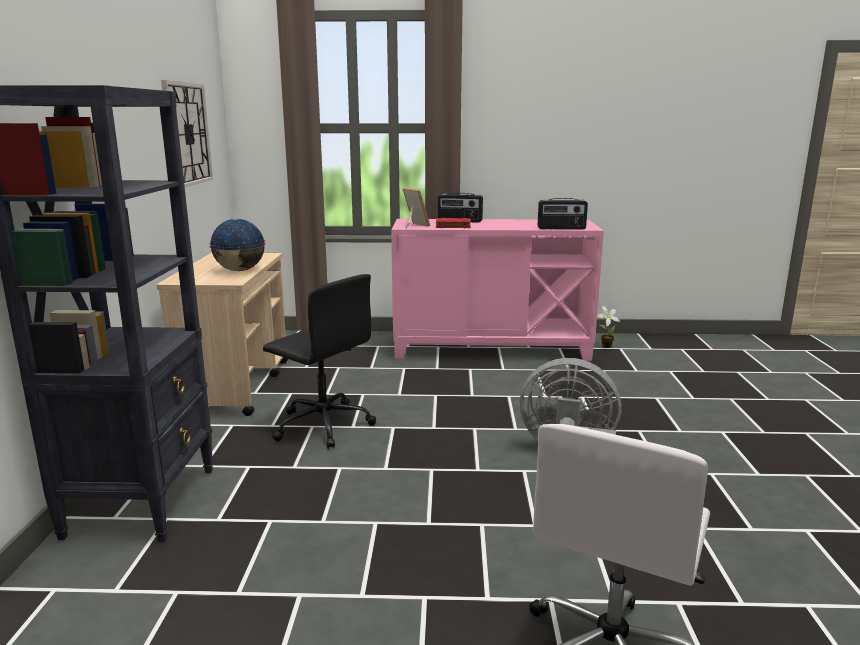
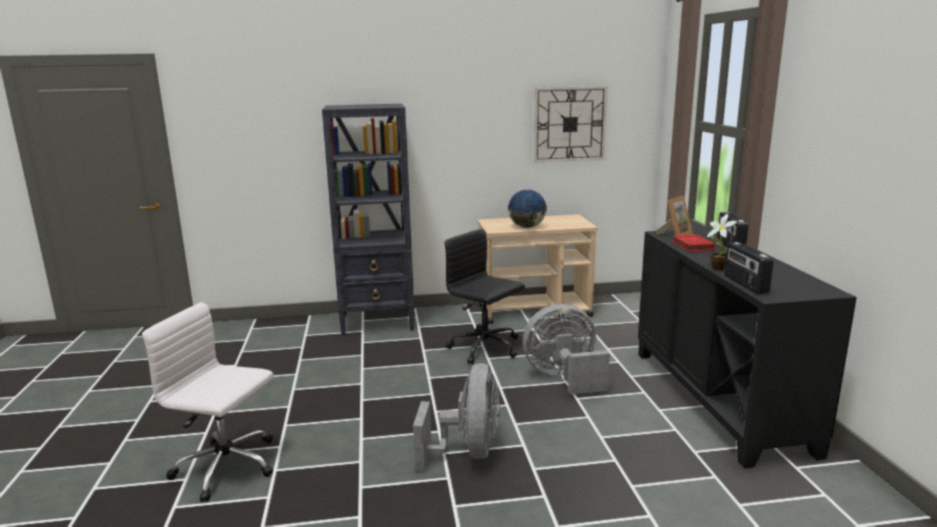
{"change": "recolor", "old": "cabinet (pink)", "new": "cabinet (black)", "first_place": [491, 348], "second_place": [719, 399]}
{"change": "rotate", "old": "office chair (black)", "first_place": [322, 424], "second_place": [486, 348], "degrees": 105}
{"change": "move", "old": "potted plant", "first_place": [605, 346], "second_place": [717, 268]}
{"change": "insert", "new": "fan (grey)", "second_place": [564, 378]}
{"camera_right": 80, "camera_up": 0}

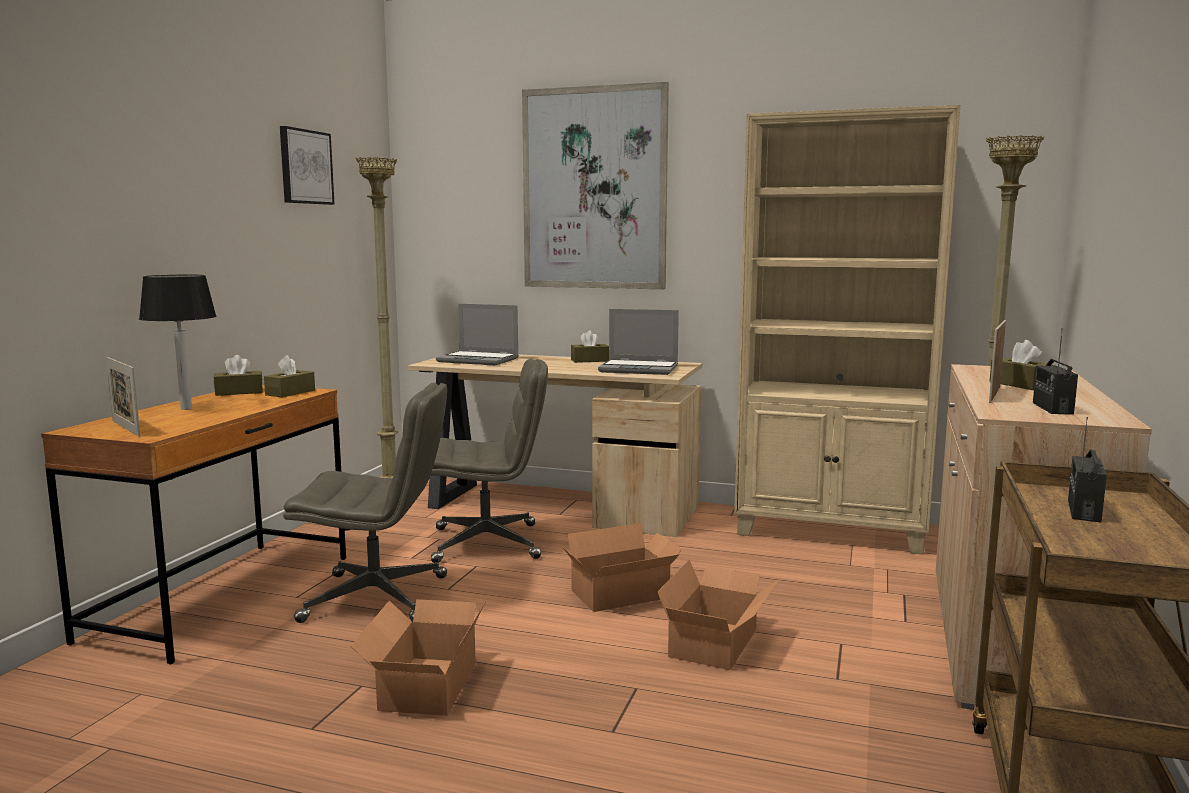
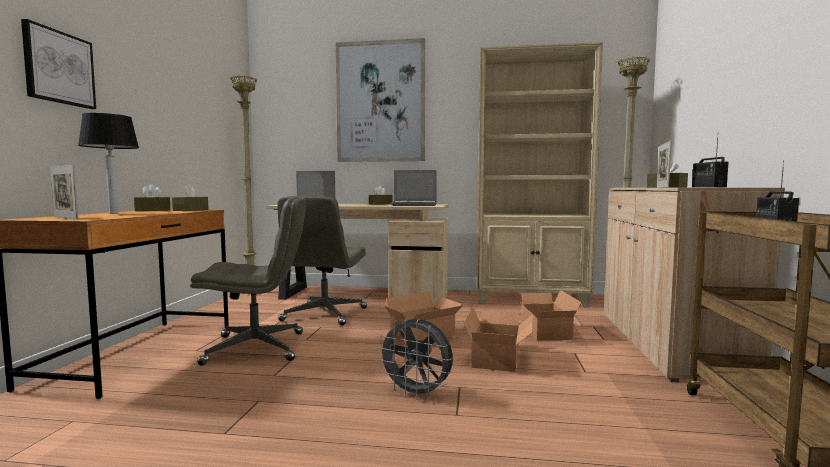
{"change": "move", "old": "picture", "first_place": [305, 167], "second_place": [59, 68]}
{"change": "rotate", "old": "office chair (grey)", "first_place": [488, 543], "second_place": [324, 314], "degrees": 120}
{"change": "move", "old": "cardboard box", "first_place": [423, 687], "second_place": [543, 332]}
{"change": "insert", "new": "fan (grey)", "second_place": [417, 394]}
{"camera_right": -10, "camera_up": -5}

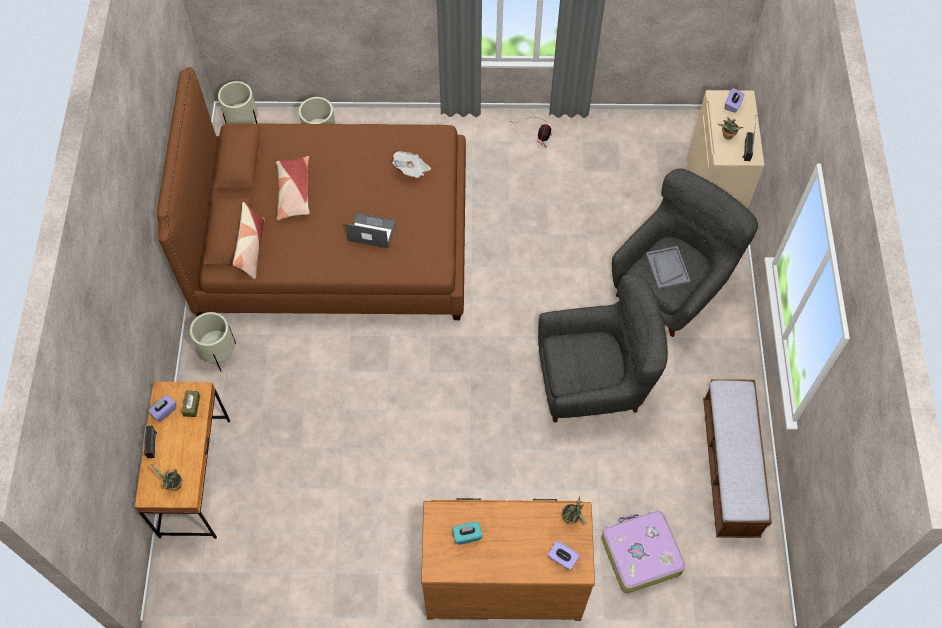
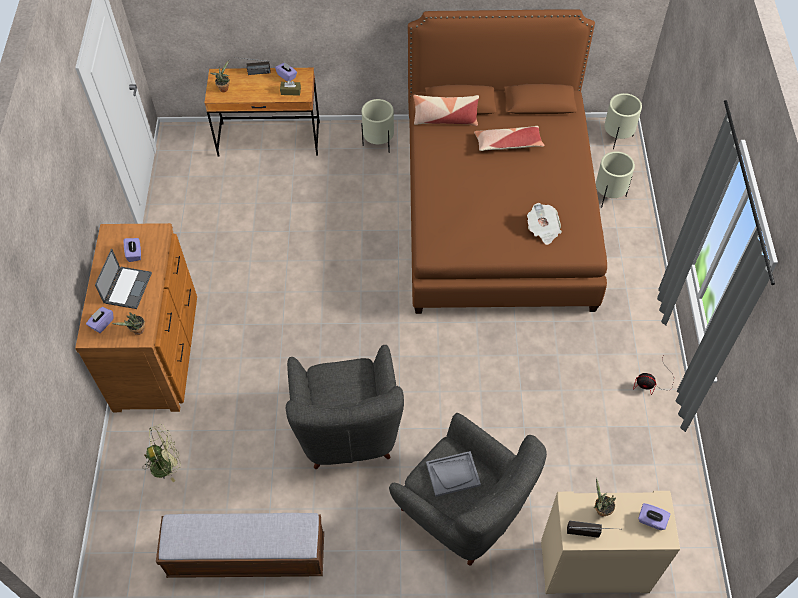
{"change": "move", "old": "laptop", "first_place": [371, 231], "second_place": [127, 287]}
{"change": "replace", "old": "suitcase", "new": "fan (green)", "first_place": [640, 554], "second_place": [166, 464]}
{"change": "recolor", "old": "tissue box (turquoise)", "new": "tissue box (purple)", "first_place": [467, 535], "second_place": [134, 254]}
{"camera_right": 90, "camera_up": -5}

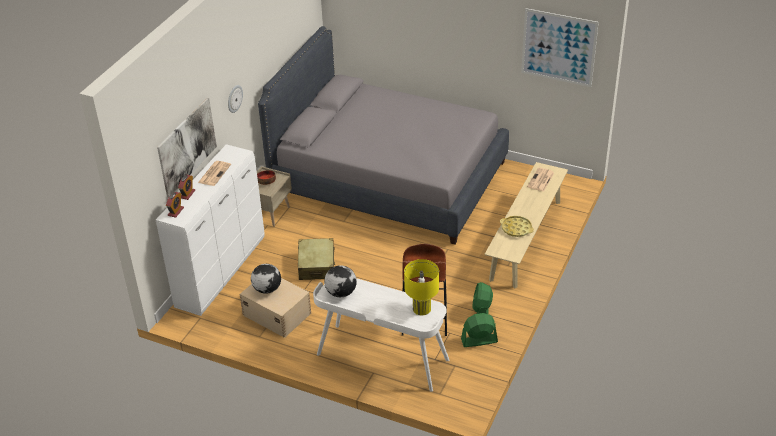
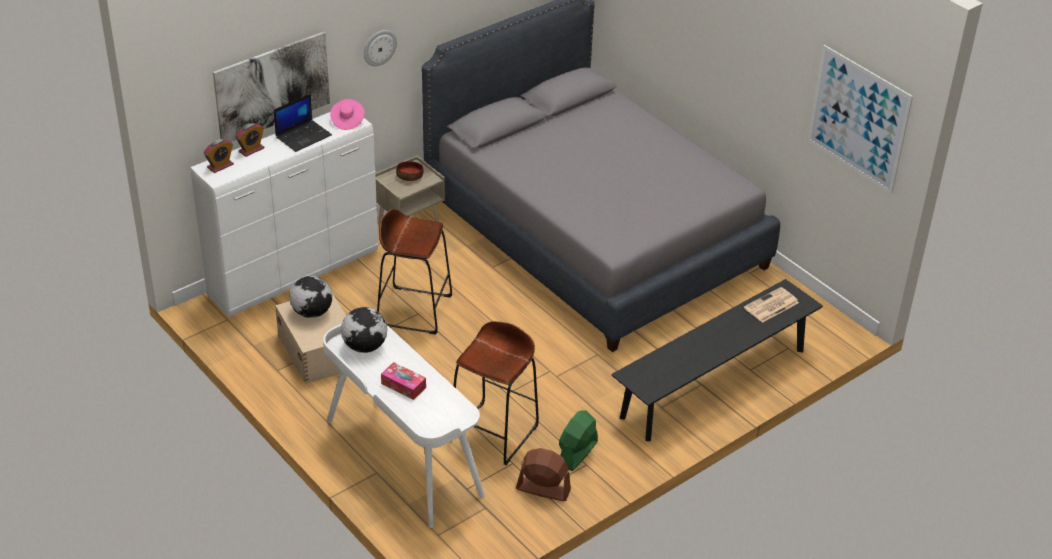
{"change": "replace", "old": "newspaper", "new": "laptop", "first_place": [214, 173], "second_place": [303, 136]}
{"change": "recolor", "old": "bench (beige)", "new": "bench (black)", "first_place": [526, 240], "second_place": [713, 383]}
{"change": "delete", "old": "tray (yellow)", "first_place": [516, 229]}
{"change": "replace", "old": "suitcase (beige)", "new": "stool (brown)", "first_place": [316, 265], "second_place": [414, 310]}
{"change": "delete", "old": "table lamp (yellow)", "first_place": [421, 309]}
{"change": "recolor", "old": "fan (green)", "new": "fan (brown)", "first_place": [479, 340], "second_place": [543, 489]}
{"change": "insert", "new": "hat (pink)", "second_place": [347, 121]}
{"change": "insert", "new": "tissue box", "second_place": [403, 385]}
{"camera_right": 25, "camera_up": 0}

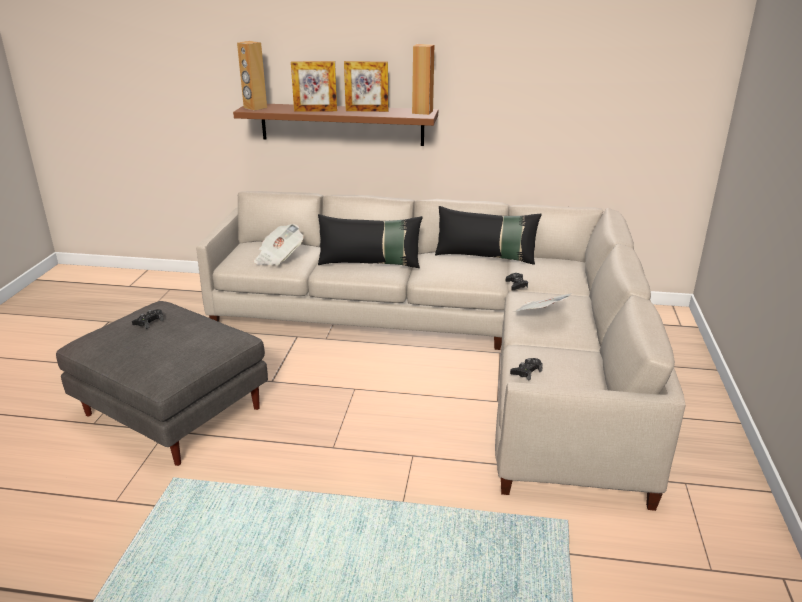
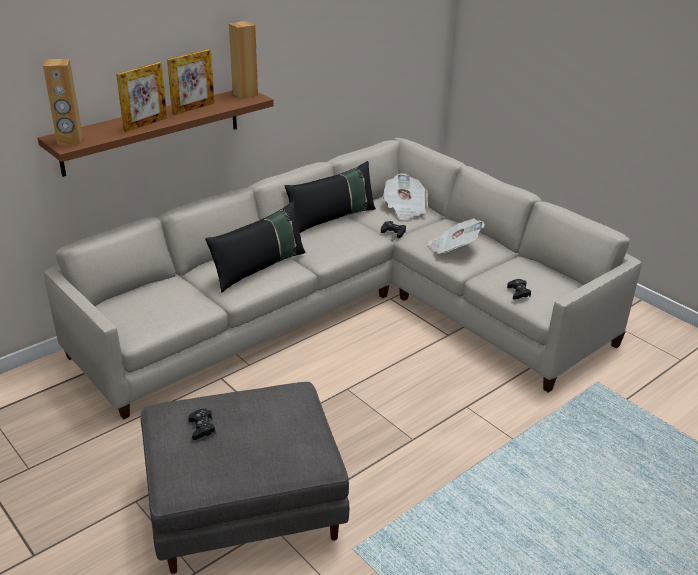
{"change": "move", "old": "newspaper", "first_place": [278, 258], "second_place": [405, 209]}
{"camera_right": -50, "camera_up": 5}

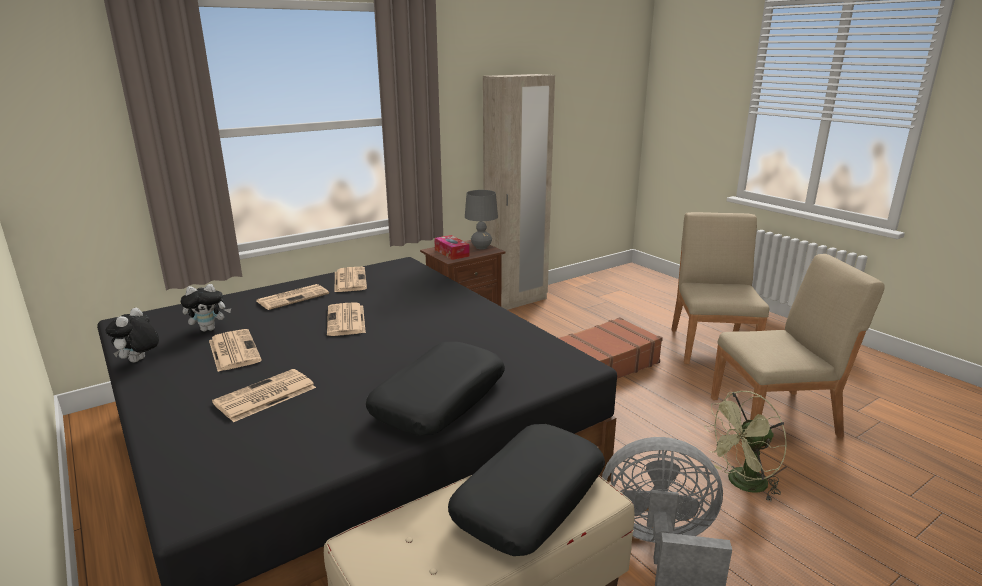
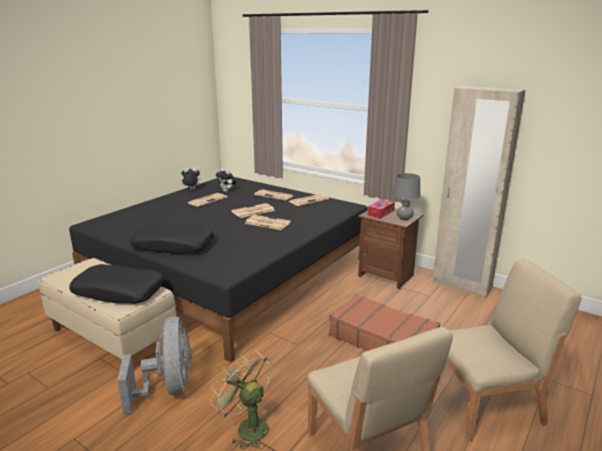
{"change": "move", "old": "newspaper", "first_place": [264, 396], "second_place": [266, 223]}
{"camera_right": 70, "camera_up": 0}

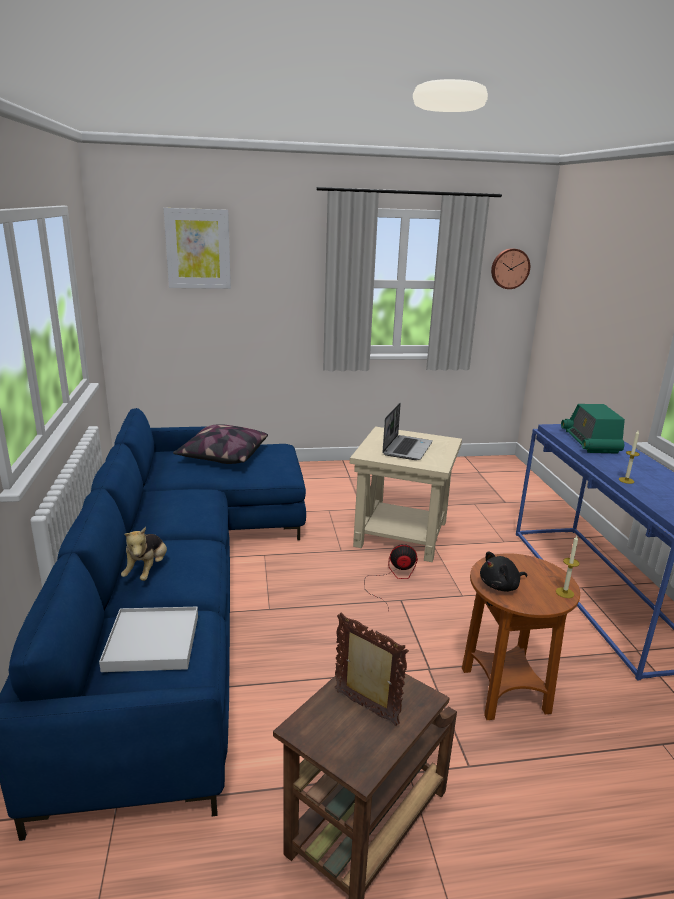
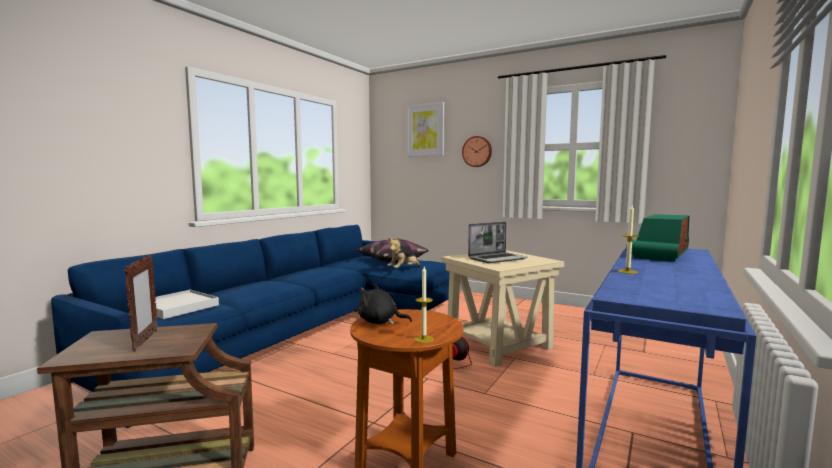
{"change": "move", "old": "wall clock", "first_place": [509, 268], "second_place": [477, 151]}
{"change": "move", "old": "plush toy", "first_place": [147, 570], "second_place": [403, 270]}
{"camera_right": 40, "camera_up": -15}

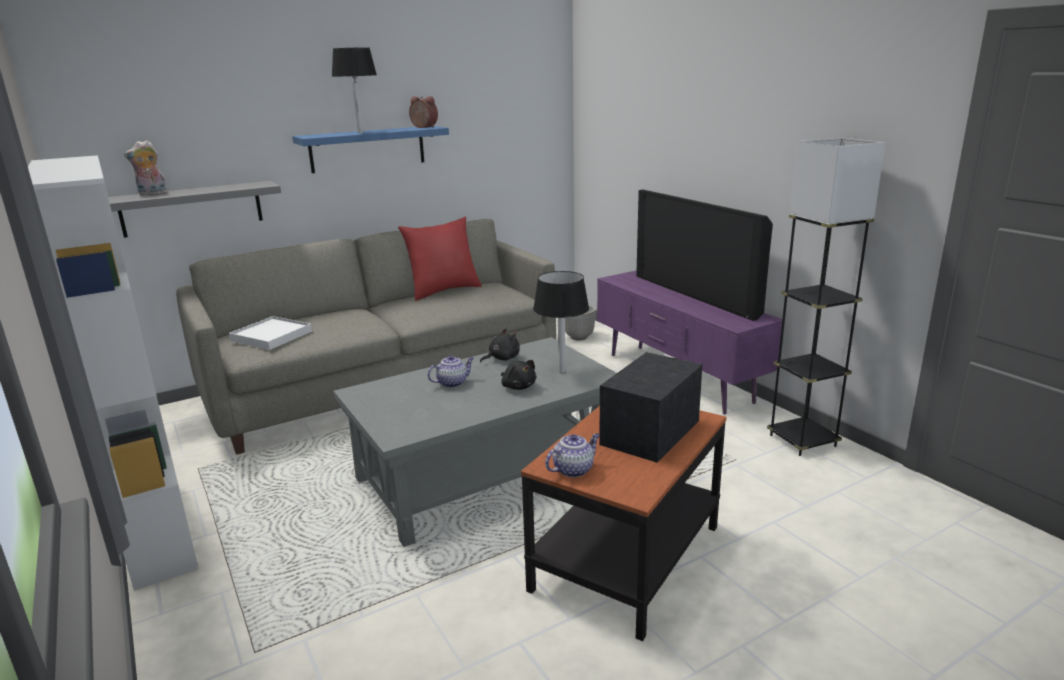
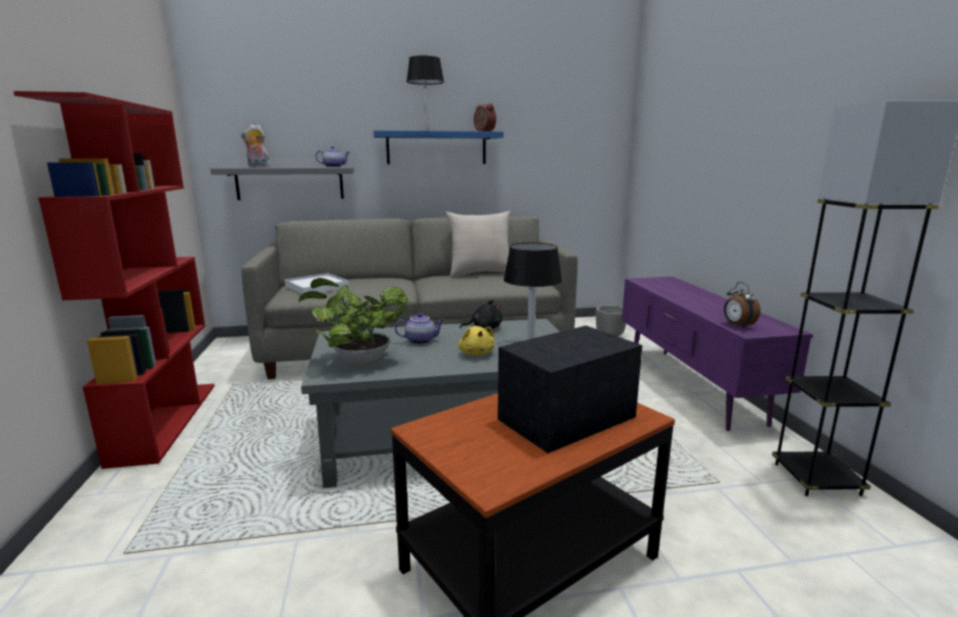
{"change": "recolor", "old": "bookcase (white)", "new": "bookcase (red)", "first_place": [155, 525], "second_place": [165, 420]}
{"change": "delete", "old": "television", "first_place": [697, 294]}
{"change": "recolor", "old": "pillow (red)", "new": "pillow (beige)", "first_place": [443, 291], "second_place": [480, 273]}
{"change": "recolor", "old": "plush toy (black)", "new": "plush toy (yellow)", "first_place": [518, 386], "second_place": [476, 353]}
{"change": "move", "old": "teapot", "first_place": [573, 469], "second_place": [334, 167]}
{"change": "insert", "new": "potted plant", "second_place": [358, 362]}
{"change": "insert", "new": "alarm clock", "second_place": [737, 325]}
{"camera_right": 20, "camera_up": -5}

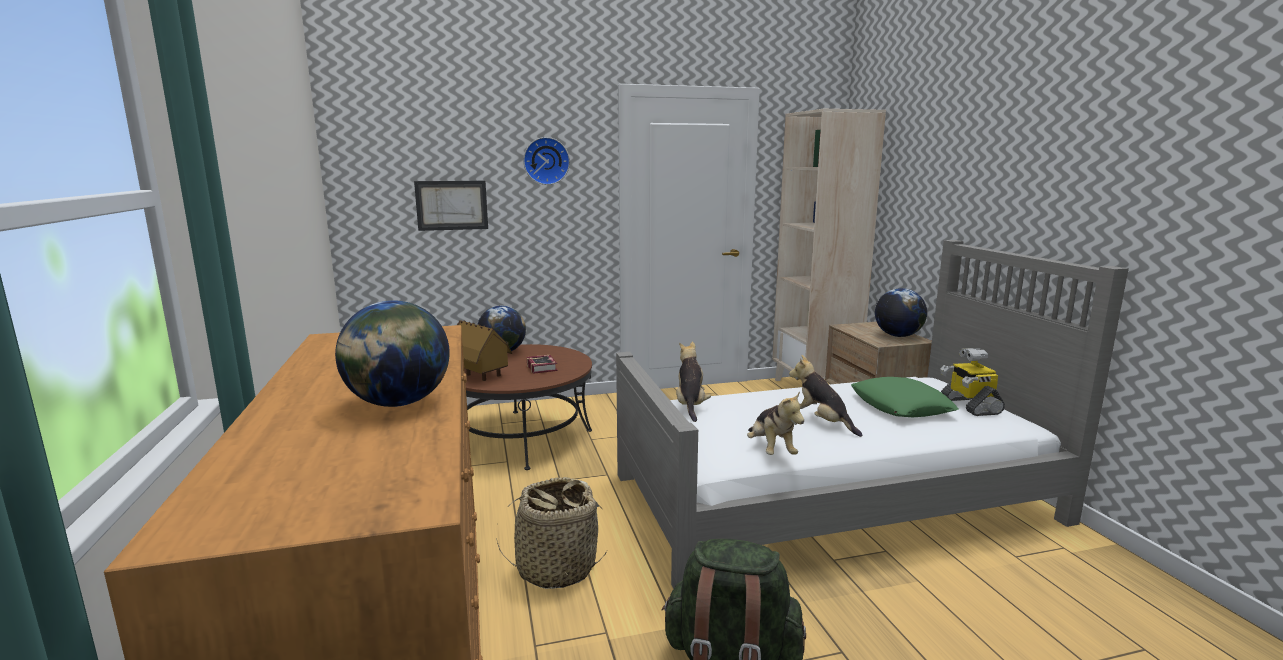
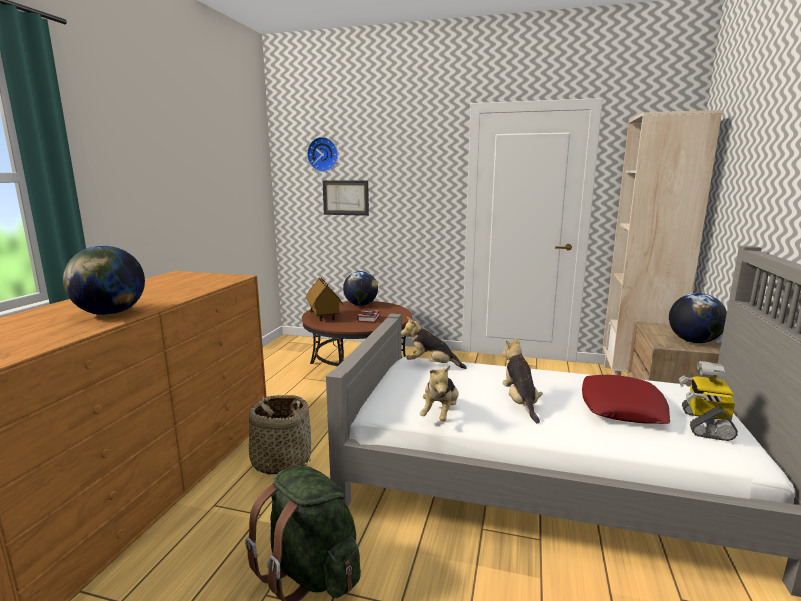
{"change": "move", "old": "wall clock", "first_place": [546, 161], "second_place": [323, 154]}
{"change": "rotate", "old": "plush toy", "first_place": [690, 405], "second_place": [431, 365], "degrees": -105}
{"change": "recolor", "old": "pillow (green)", "new": "pillow (red)", "first_place": [901, 406], "second_place": [622, 407]}
{"camera_right": 30, "camera_up": 0}

